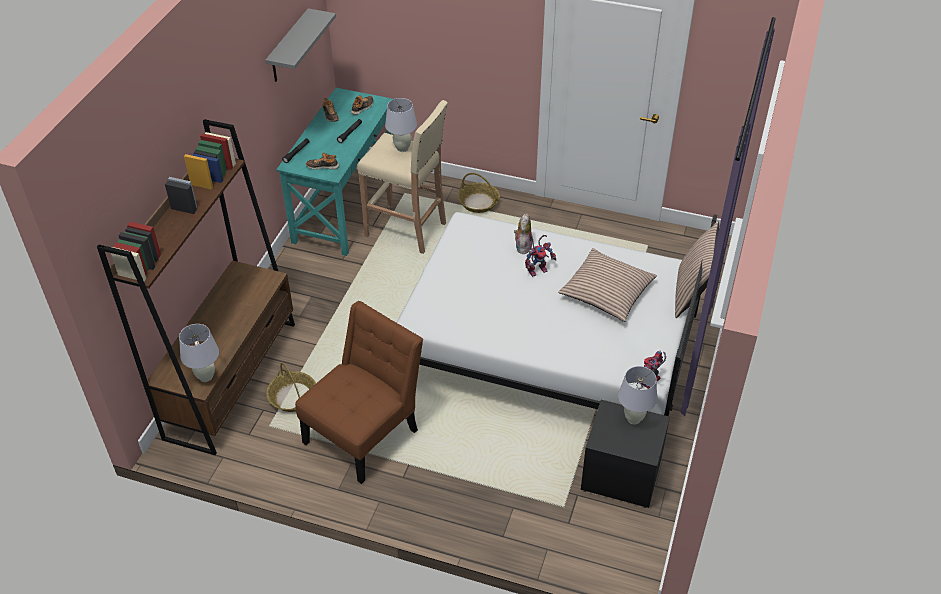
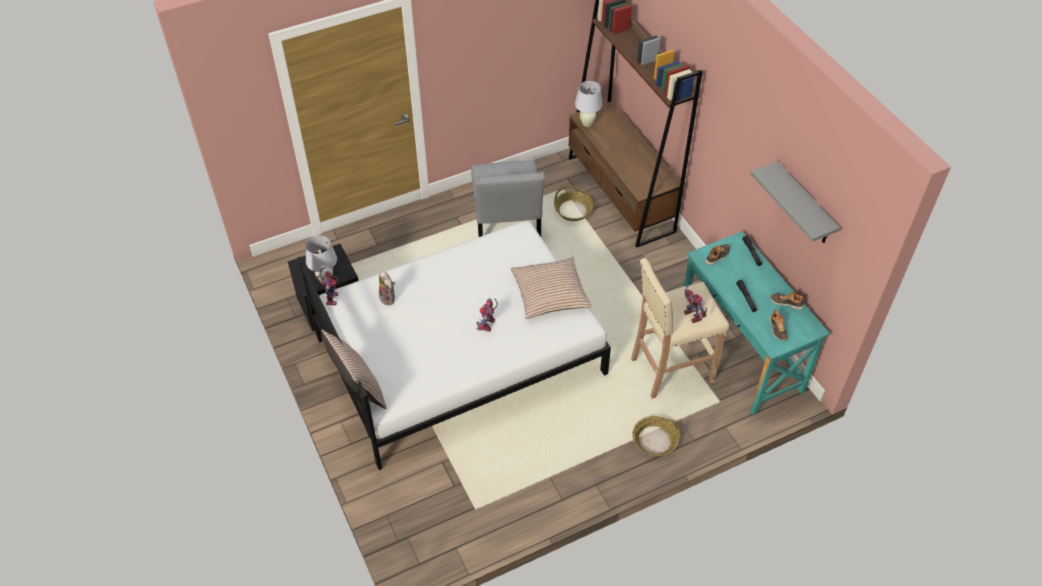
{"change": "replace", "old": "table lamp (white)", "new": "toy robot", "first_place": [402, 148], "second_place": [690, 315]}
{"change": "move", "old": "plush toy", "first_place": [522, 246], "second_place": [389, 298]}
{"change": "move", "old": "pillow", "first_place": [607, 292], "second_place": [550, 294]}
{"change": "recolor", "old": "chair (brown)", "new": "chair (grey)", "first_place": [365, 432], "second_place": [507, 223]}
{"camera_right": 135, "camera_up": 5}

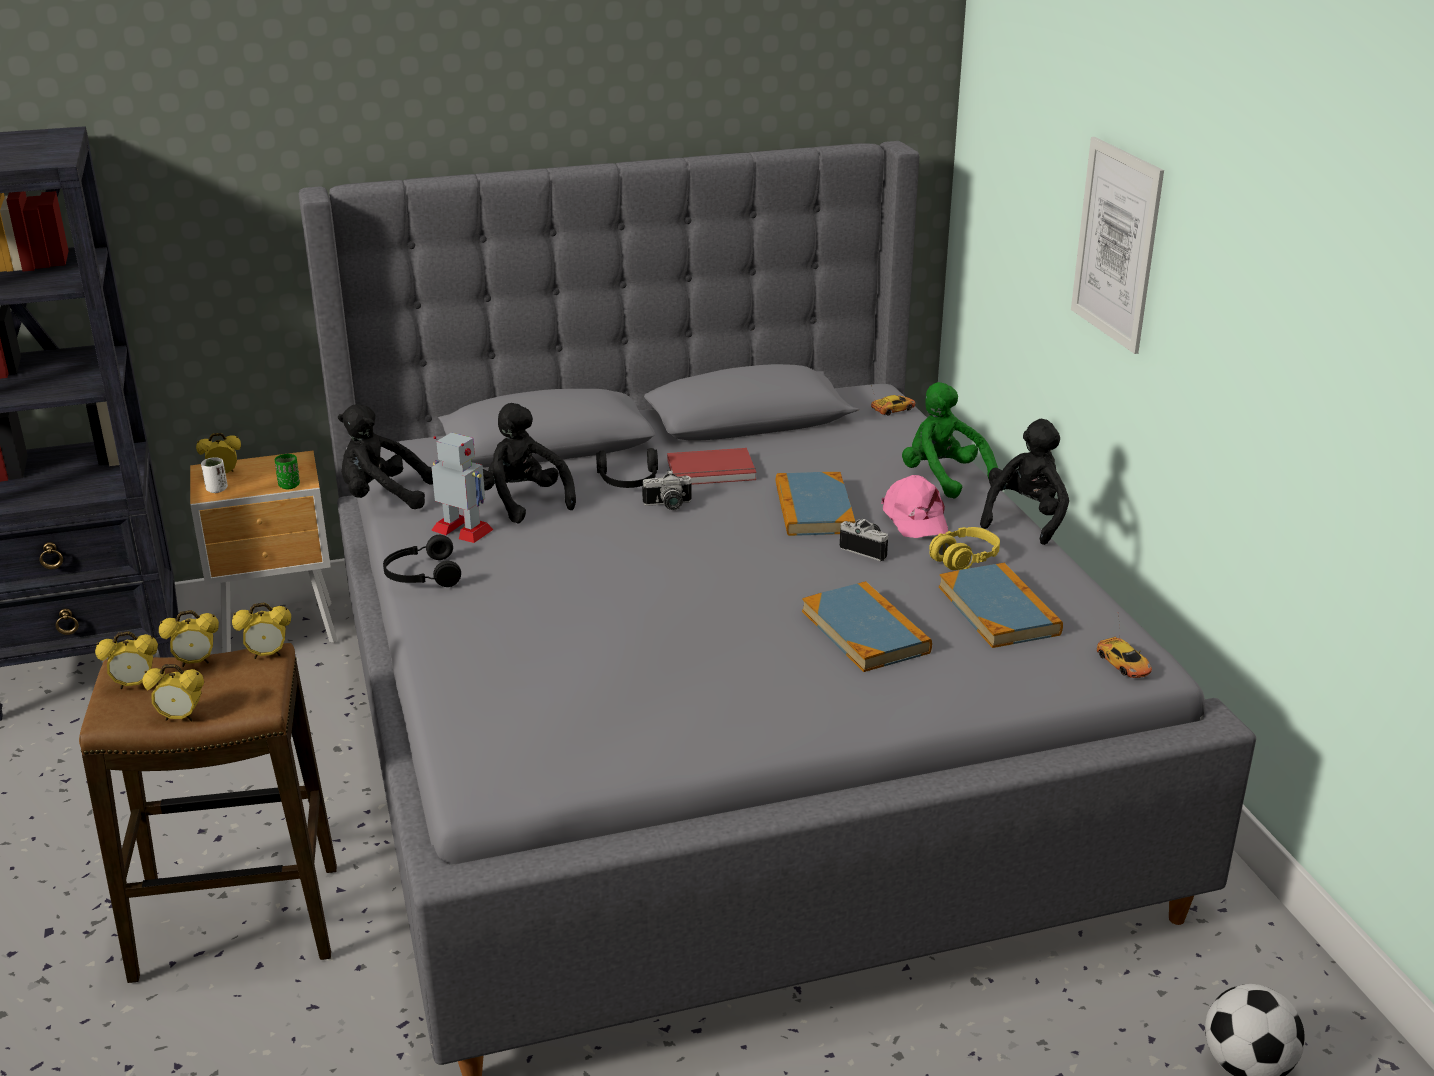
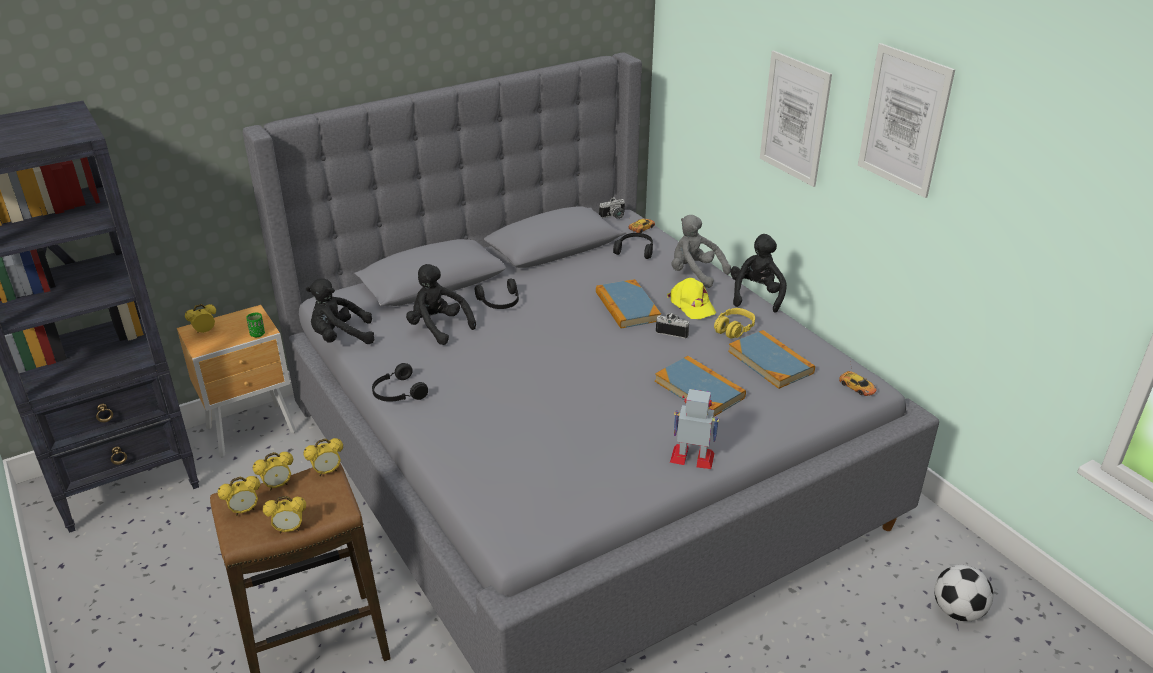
{"change": "recolor", "old": "plush toy (green)", "new": "plush toy (grey)", "first_place": [943, 478], "second_place": [694, 274]}
{"change": "move", "old": "toy robot", "first_place": [463, 530], "second_place": [692, 457]}
{"change": "delete", "old": "book (red)", "first_place": [712, 471]}
{"change": "delete", "old": "cup (white)", "first_place": [216, 489]}
{"change": "move", "old": "photo camera", "first_place": [668, 506], "second_place": [614, 217]}
{"change": "recolor", "old": "cap (pink)", "new": "cap (yellow)", "first_place": [914, 518], "second_place": [691, 305]}
{"change": "insert", "new": "picture", "second_place": [904, 120]}
{"change": "insert", "new": "headphones (black)", "second_place": [635, 250]}
{"camera_right": -15, "camera_up": 5}

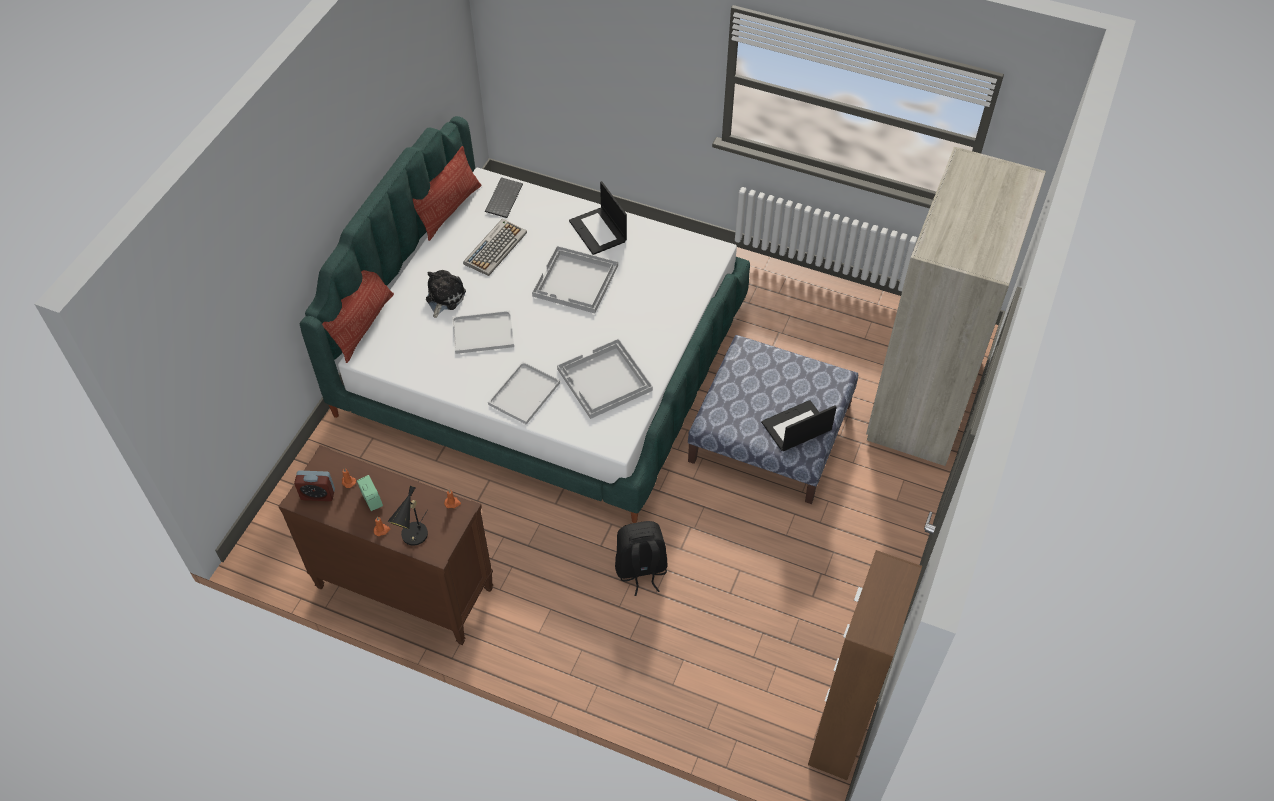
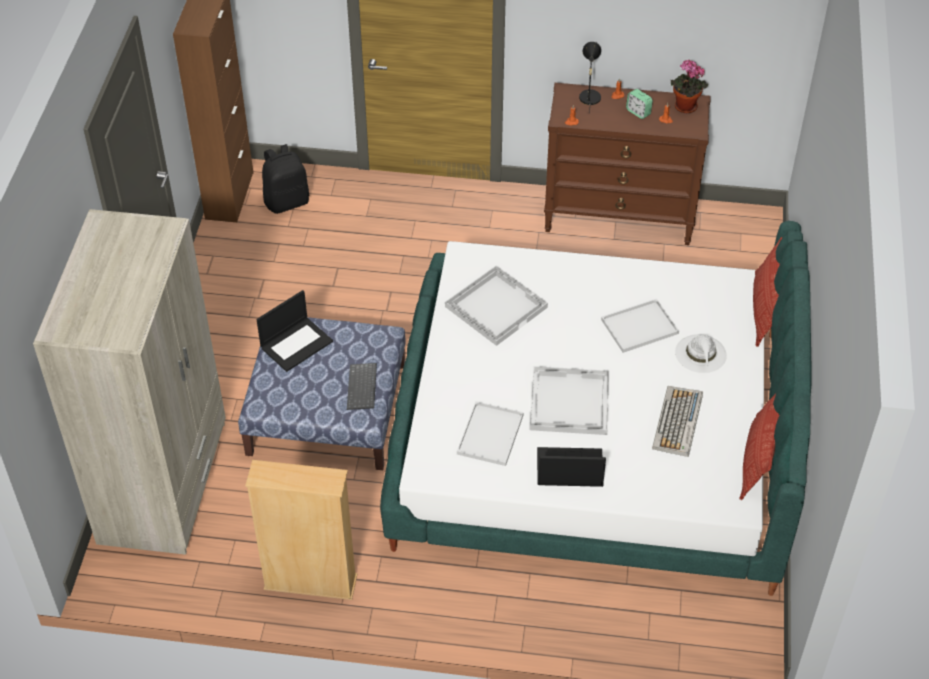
{"change": "move", "old": "keyboard", "first_place": [503, 198], "second_place": [363, 388]}
{"change": "rotate", "old": "laptop", "first_place": [598, 231], "second_place": [569, 469], "degrees": -45}
{"change": "replace", "old": "plush toy", "new": "hat (white)", "first_place": [444, 297], "second_place": [701, 354]}
{"change": "move", "old": "tray (white)", "first_place": [524, 395], "second_place": [490, 433]}
{"change": "replace", "old": "alarm clock", "new": "potted plant", "first_place": [318, 494], "second_place": [684, 108]}
{"change": "move", "old": "backpack (black)", "first_place": [641, 570], "second_place": [287, 201]}
{"change": "insert", "new": "bookcase (beige)", "second_place": [310, 582]}
{"camera_right": 165, "camera_up": -5}

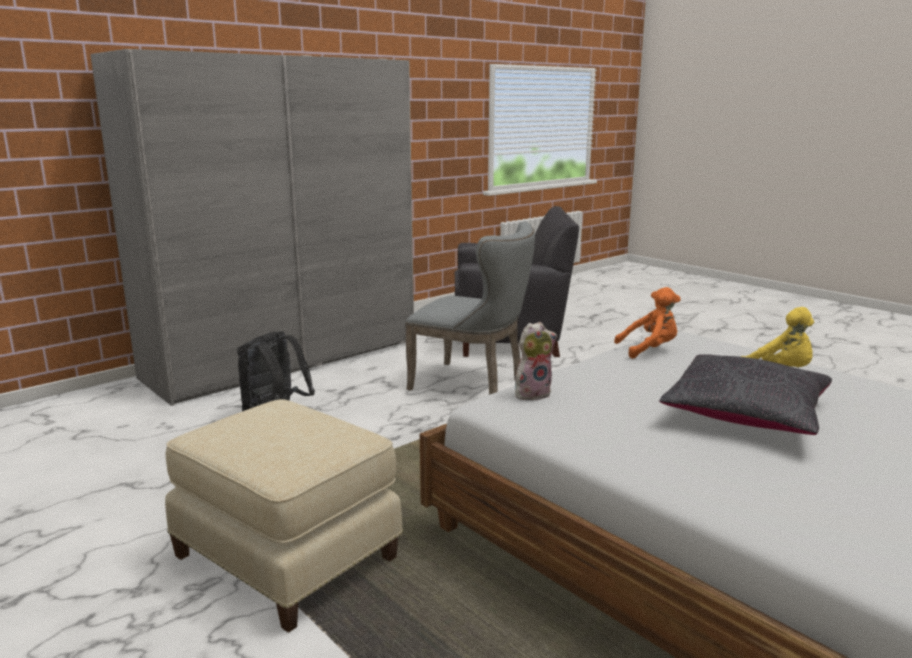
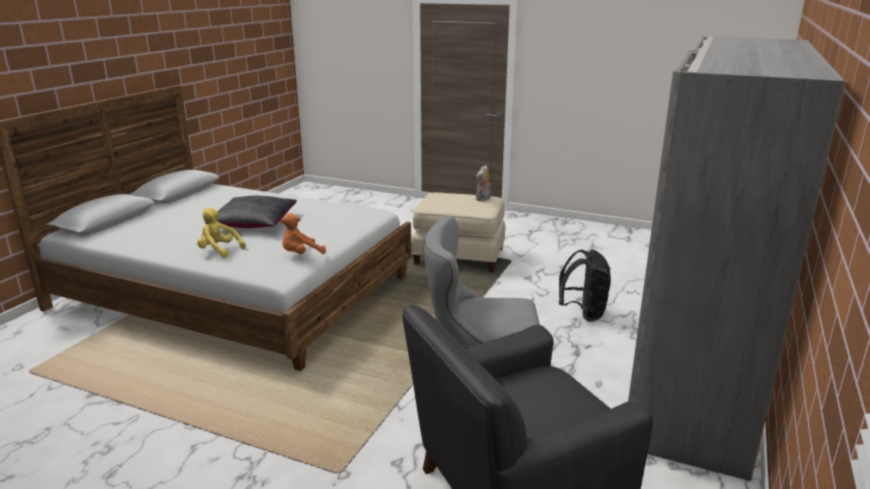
{"change": "move", "old": "plush toy", "first_place": [532, 393], "second_place": [483, 199]}
{"camera_right": 155, "camera_up": 5}

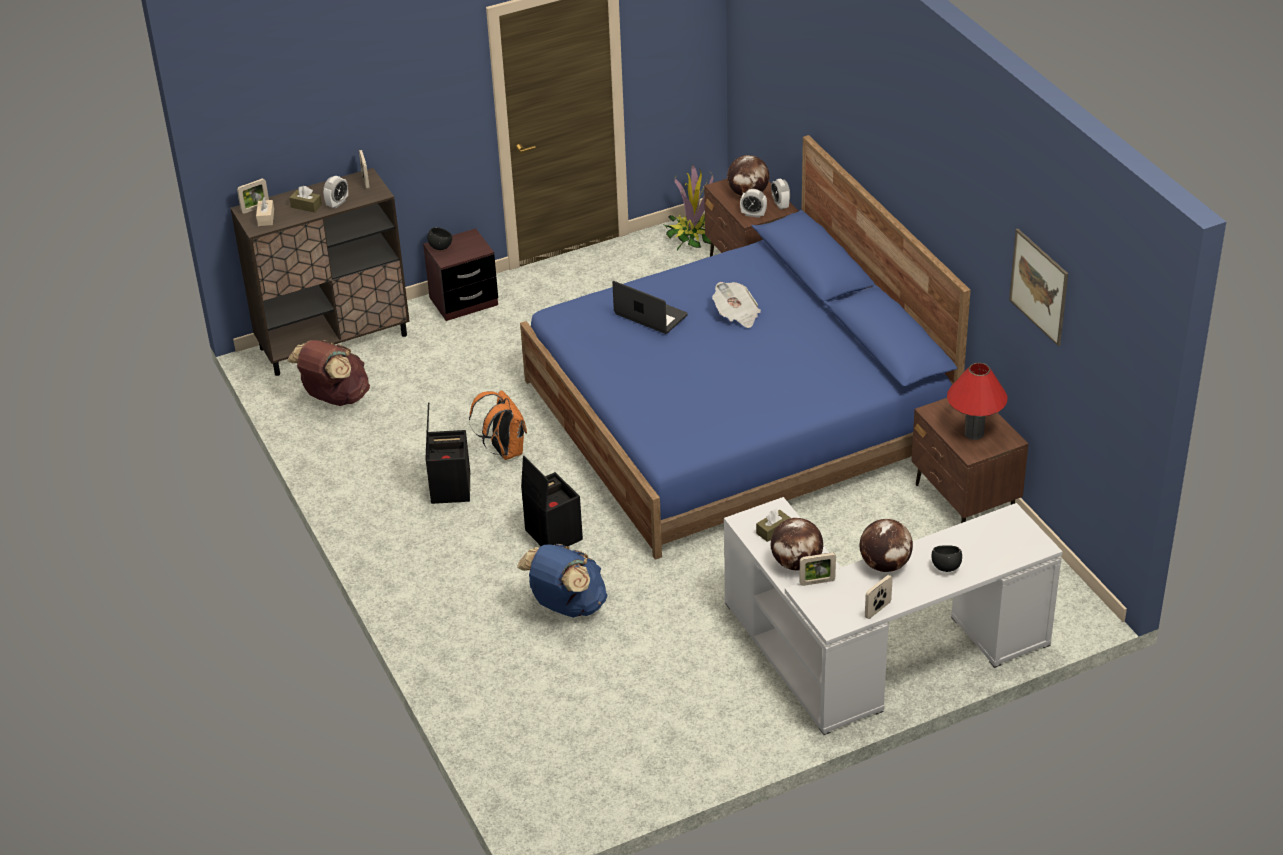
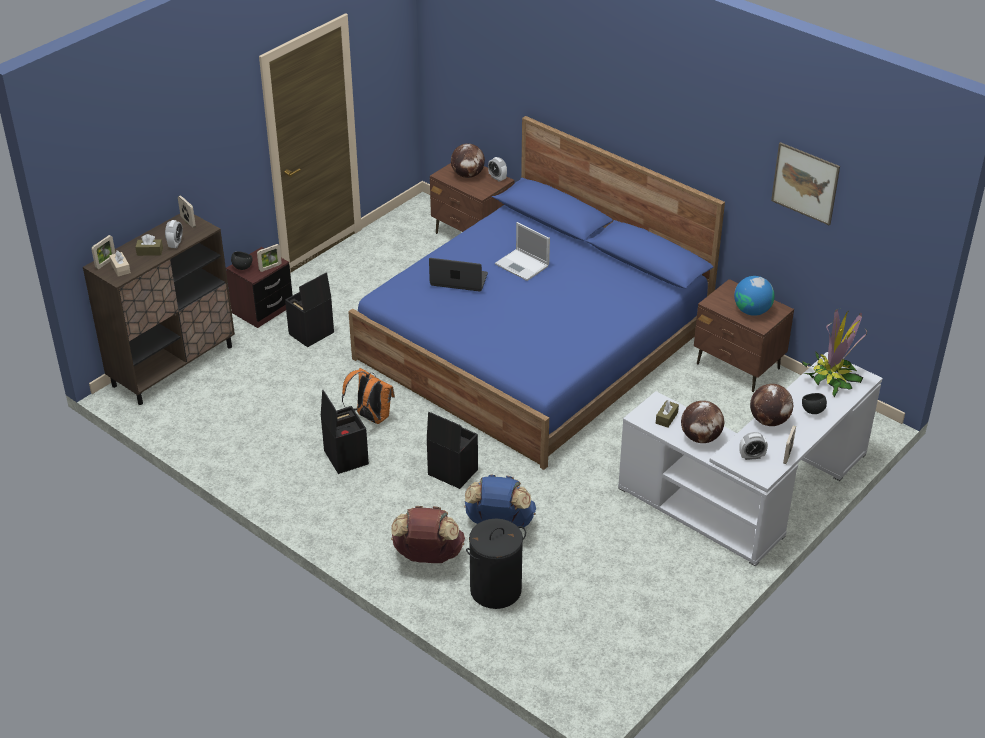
{"change": "move", "old": "potted plant", "first_place": [692, 235], "second_place": [831, 377]}
{"change": "move", "old": "alarm clock", "first_place": [753, 214], "second_place": [751, 456]}
{"change": "replace", "old": "newspaper", "new": "laptop", "first_place": [736, 315], "second_place": [523, 265]}
{"change": "move", "old": "backpack (brown)", "first_place": [335, 398], "second_place": [428, 556]}
{"change": "replace", "old": "table lamp (red)", "new": "globe", "first_place": [974, 433], "second_place": [752, 311]}
{"change": "move", "old": "picture frame", "first_place": [817, 582], "second_place": [270, 267]}
{"change": "insert", "new": "storage box (black)", "second_place": [311, 334]}
{"change": "insert", "new": "laundry basket (black)", "second_place": [495, 590]}
{"camera_right": -25, "camera_up": 0}

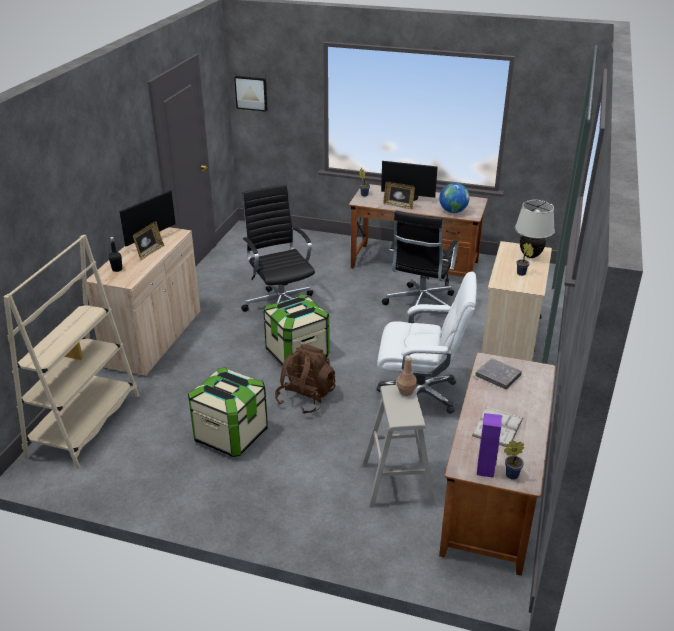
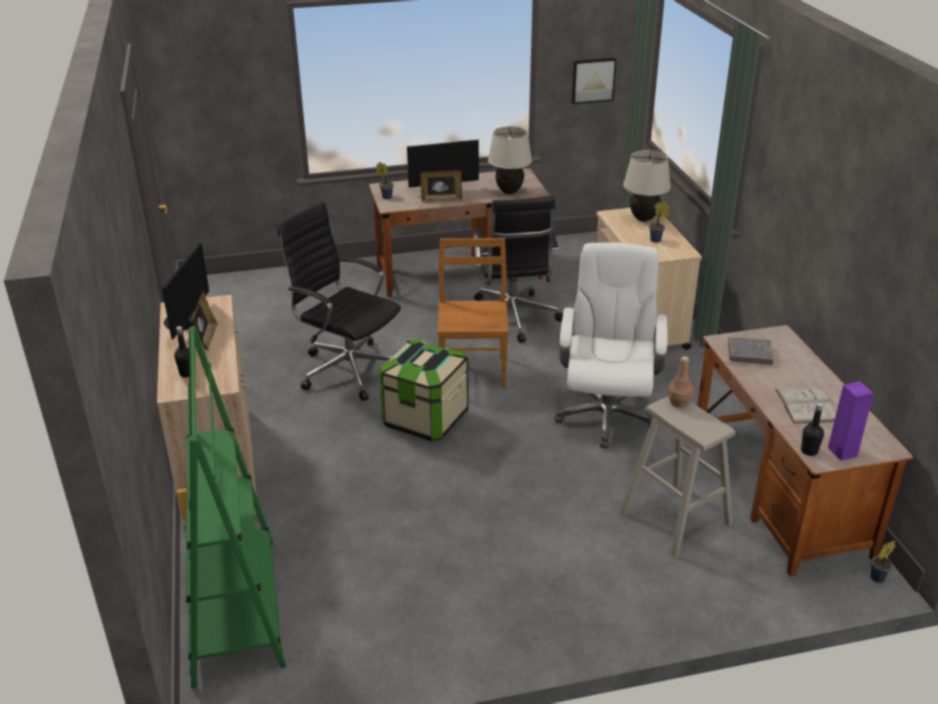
{"change": "move", "old": "picture", "first_place": [251, 93], "second_place": [593, 80]}
{"change": "replace", "old": "globe", "new": "table lamp (beige)", "first_place": [453, 211], "second_place": [509, 191]}
{"change": "recolor", "old": "bookcase (beige)", "new": "bookcase (green)", "first_place": [85, 425], "second_place": [235, 610]}
{"change": "rotate", "old": "office chair (white)", "first_place": [420, 394], "second_place": [606, 415], "degrees": -60}
{"change": "delete", "old": "backpack (brown)", "first_place": [306, 398]}
{"change": "delete", "old": "storage box", "first_place": [231, 435]}
{"change": "move", "old": "potted plant", "first_place": [510, 475], "second_place": [876, 578]}
{"change": "insert", "new": "chair (brown)", "second_place": [473, 371]}
{"change": "insert", "new": "bottle (black)", "second_place": [809, 451]}
{"camera_right": -30, "camera_up": 0}

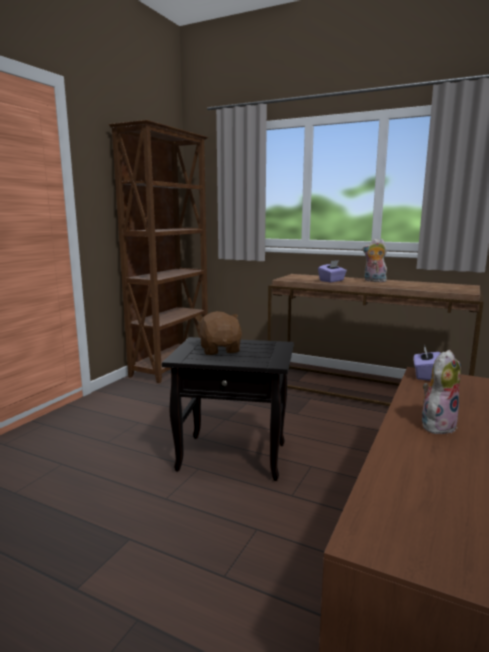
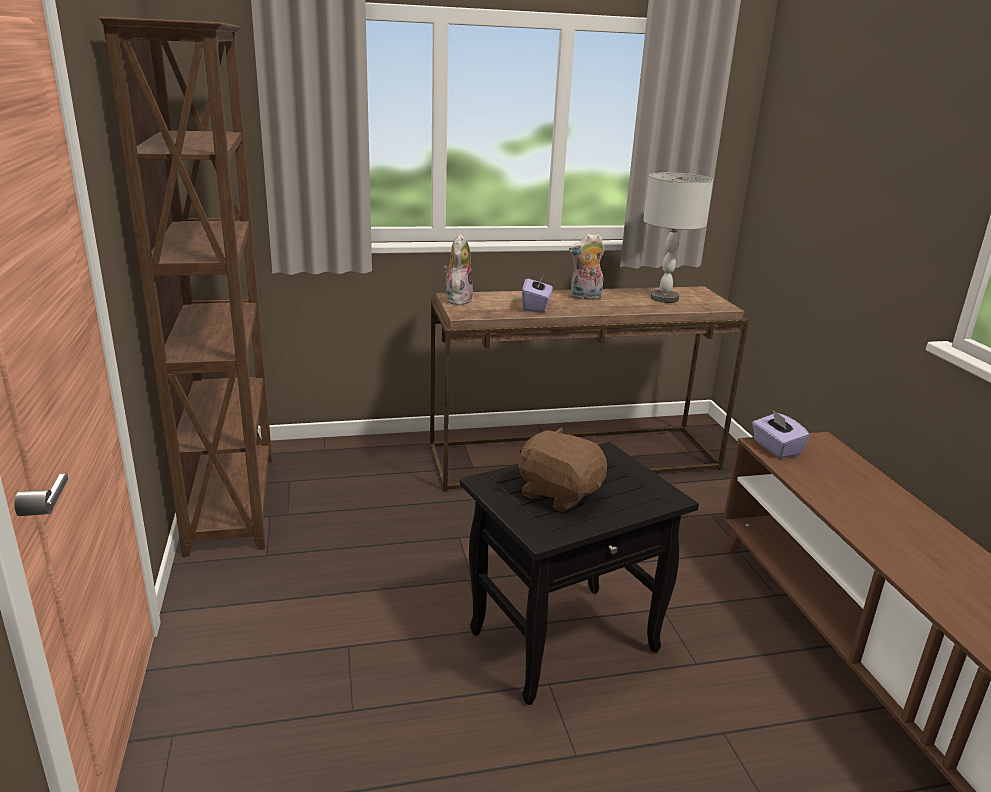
{"change": "move", "old": "plush toy", "first_place": [437, 425], "second_place": [457, 300]}
{"change": "insert", "new": "table lamp (grey)", "second_place": [665, 298]}
{"camera_right": -40, "camera_up": 10}

